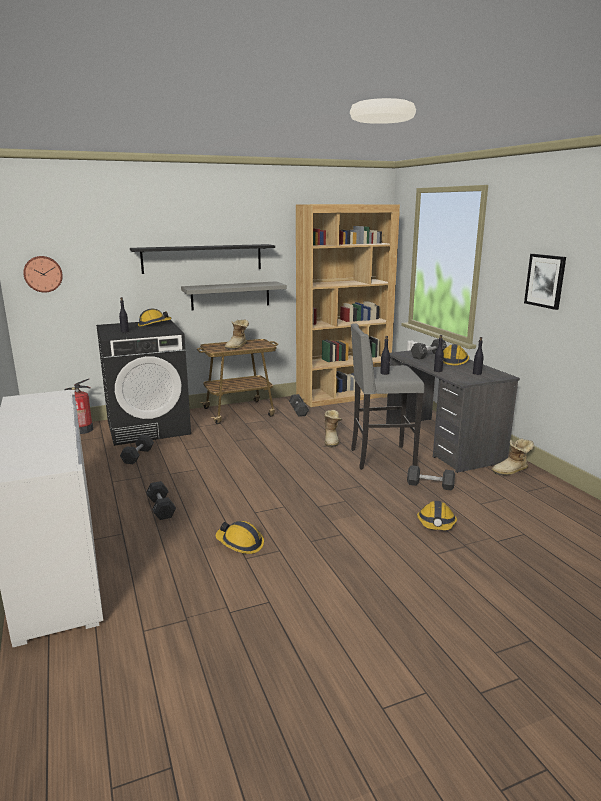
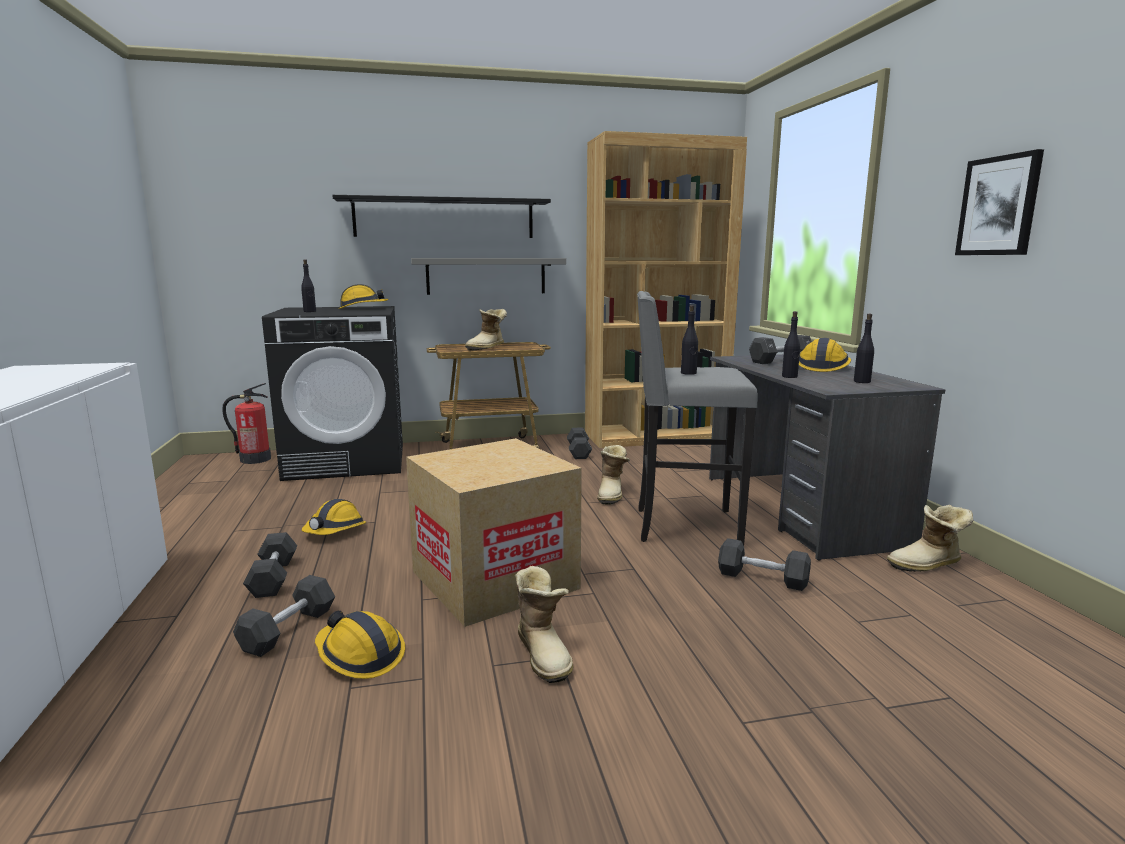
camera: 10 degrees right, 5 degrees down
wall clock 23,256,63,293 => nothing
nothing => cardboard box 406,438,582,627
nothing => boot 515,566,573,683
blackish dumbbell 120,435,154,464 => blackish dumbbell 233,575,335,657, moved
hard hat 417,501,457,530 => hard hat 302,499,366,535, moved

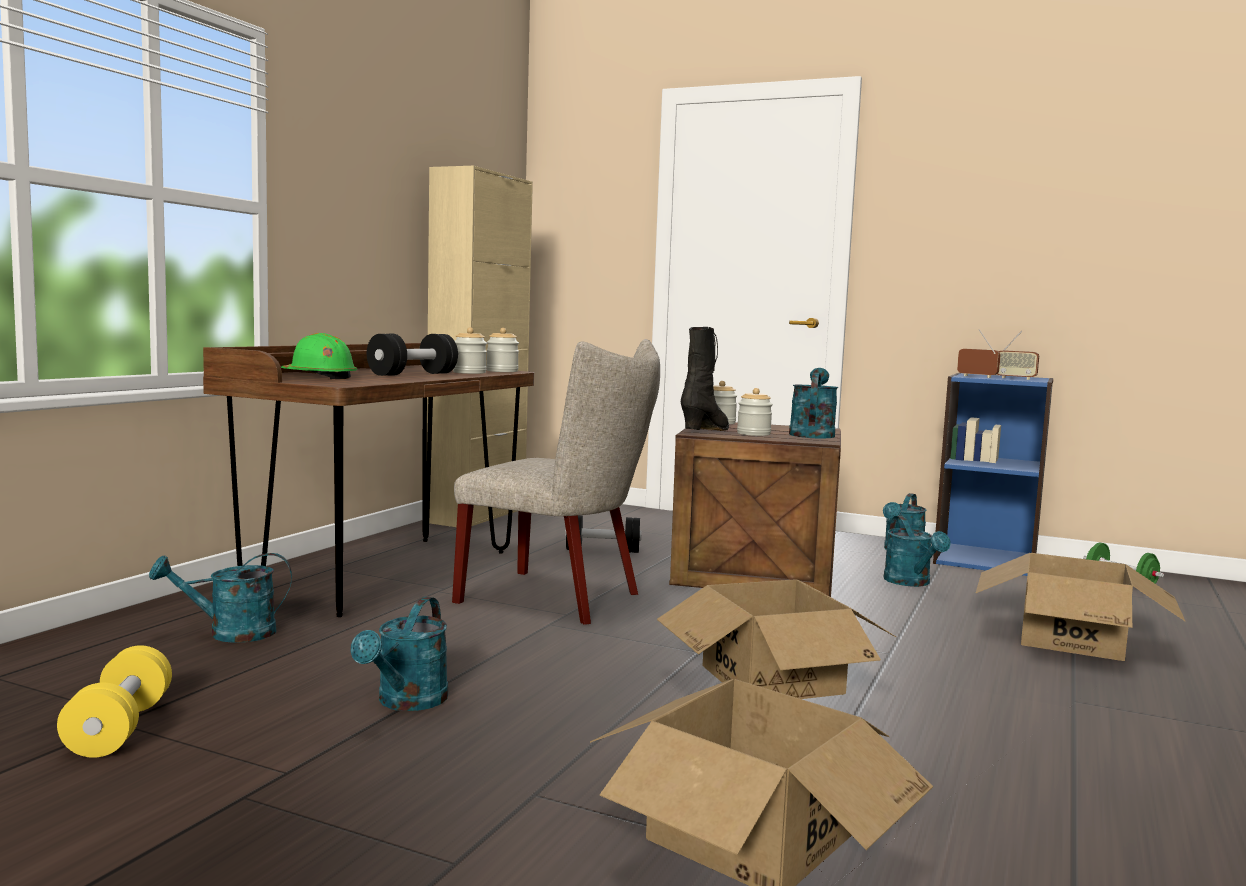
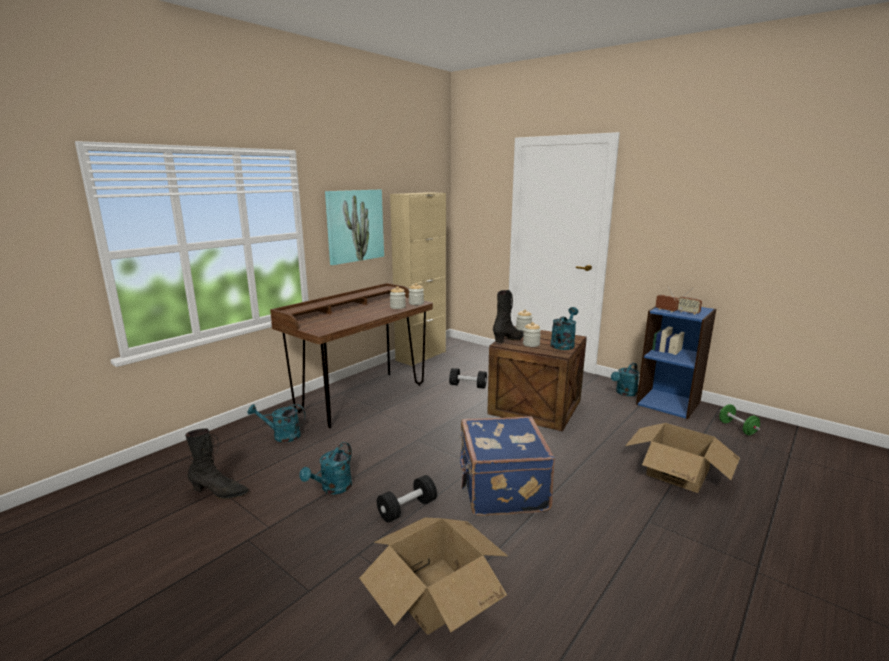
camera: 15 degrees right, 10 degrees up
greenish hard hat 281,333,357,379 => nothing
beige upright chair 452,339,660,625 => nothing
turquoise-coloured watering pot 884,516,951,587 => nothing
nothing => picture 325,190,384,265
blackish dumbbell 367,334,458,376 => blackish dumbbell 377,475,437,523, moved
yellow dumbbell 57,645,172,758 => blackish boot 185,428,249,499
cardboard box 657,579,896,699 => bluish suitcase 459,416,555,516

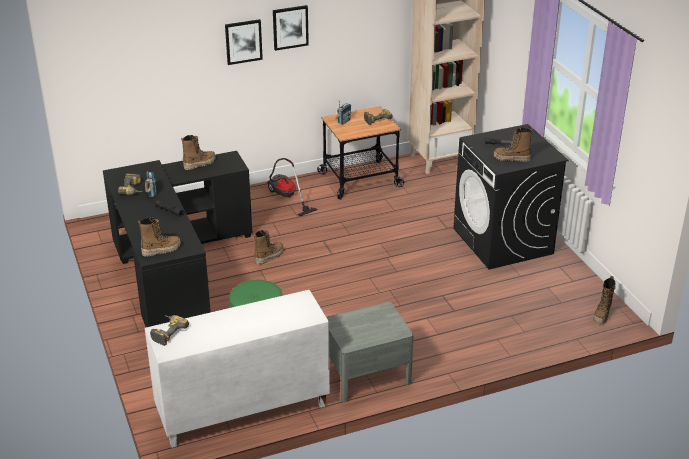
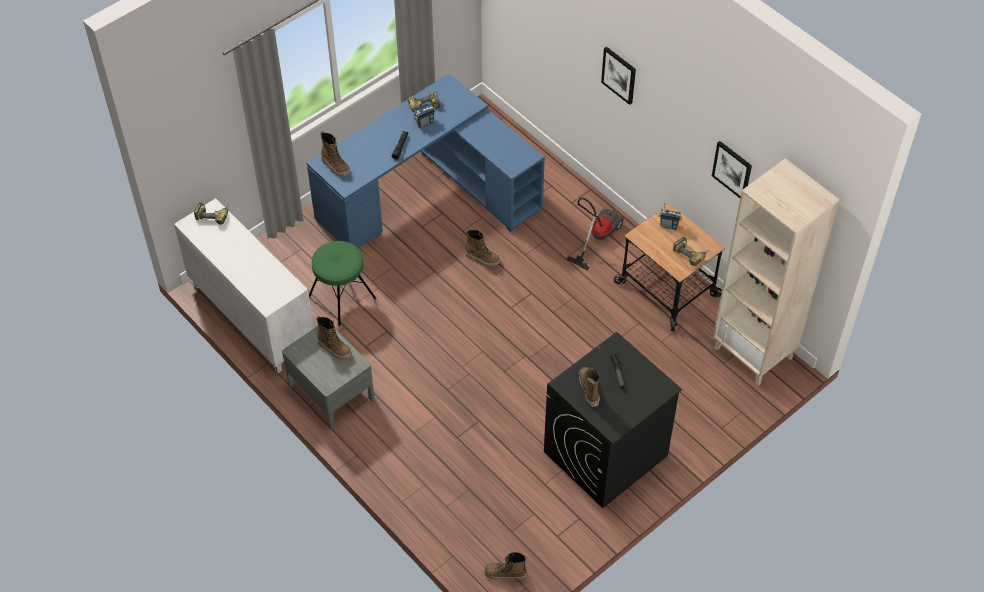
camera: 70 degrees right, 20 degrees up
boot 181,135,216,170 => boot 316,315,352,360, moved
picture 273,5,309,51 => picture 712,141,752,198, moved
blackish desk unit 103,151,252,327 => bluish desk unit 307,73,545,248

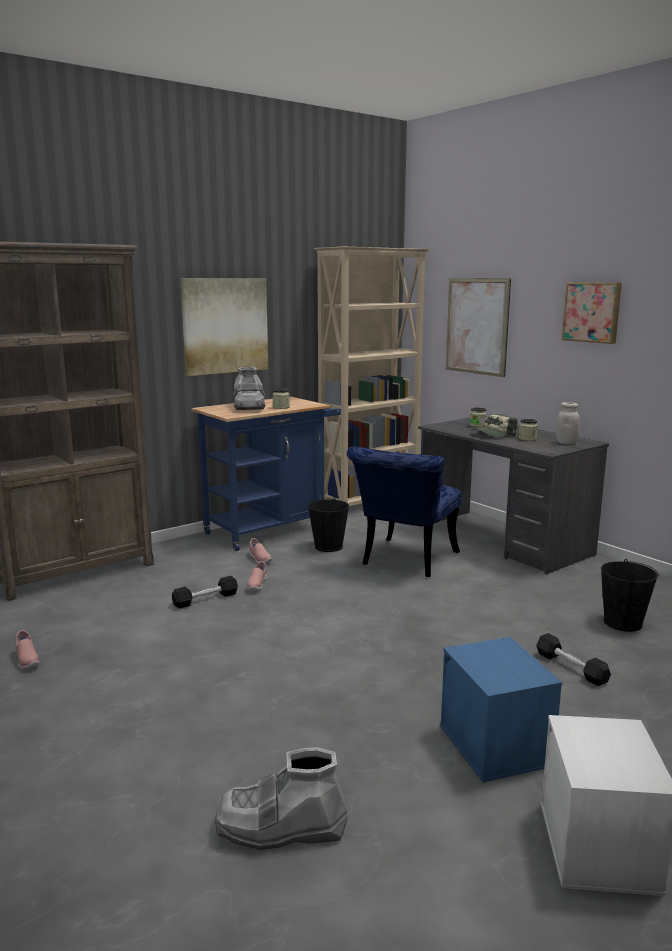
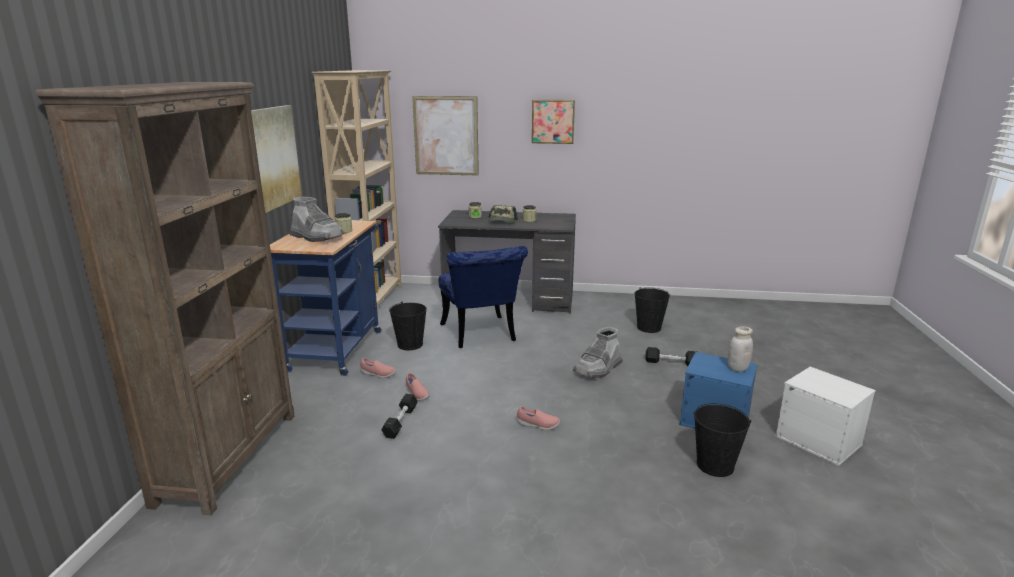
camera: 45 degrees left, 5 degrees up
nothing => blackish bucket 694,403,751,477
pinkish shoe 15,630,40,669 => pinkish shoe 517,406,560,430, moved
grey boot 215,747,348,850 => grey boot 573,327,623,378, moved
whitish preserve jar 556,402,579,444 => whitish preserve jar 728,326,753,372, moved

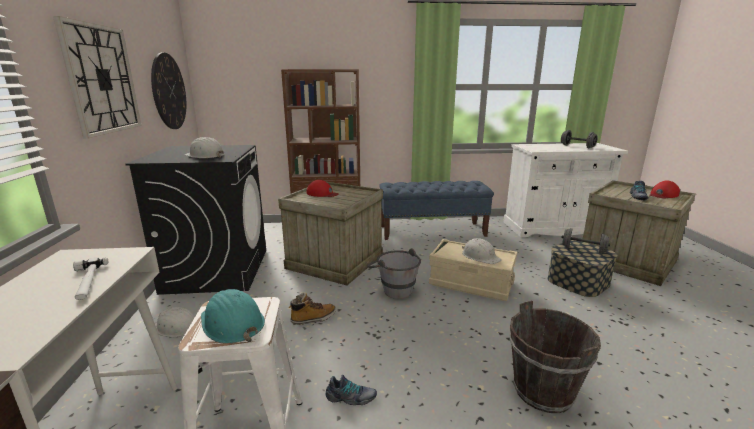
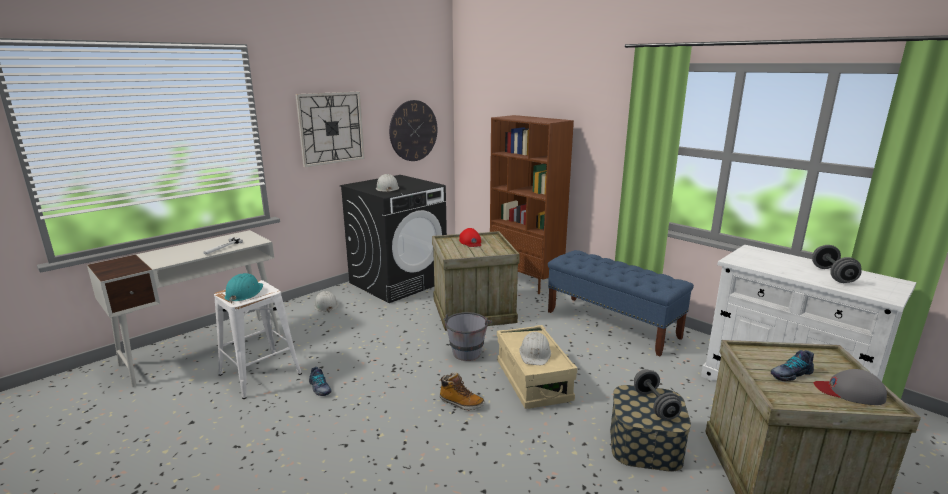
camera: 50 degrees right, 0 degrees up
brownish bucket 509,300,601,413 => nothing
boot 288,292,336,325 => boot 440,372,485,411, moved
reddish cap 649,180,680,199 => grey cap 814,369,887,405

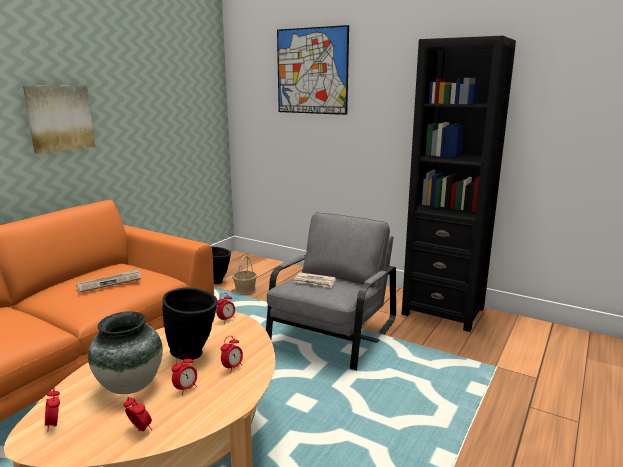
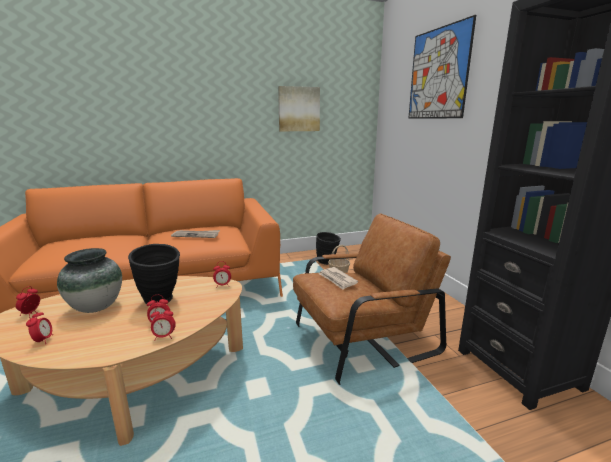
camera: 40 degrees right, 0 degrees up
picture 23,85,95,154 => picture 278,86,320,131, moved
alarm clock 172,355,197,395 => alarm clock 150,306,176,341, moved
grey easy chair 266,212,396,370 => brownish easy chair 293,213,451,385

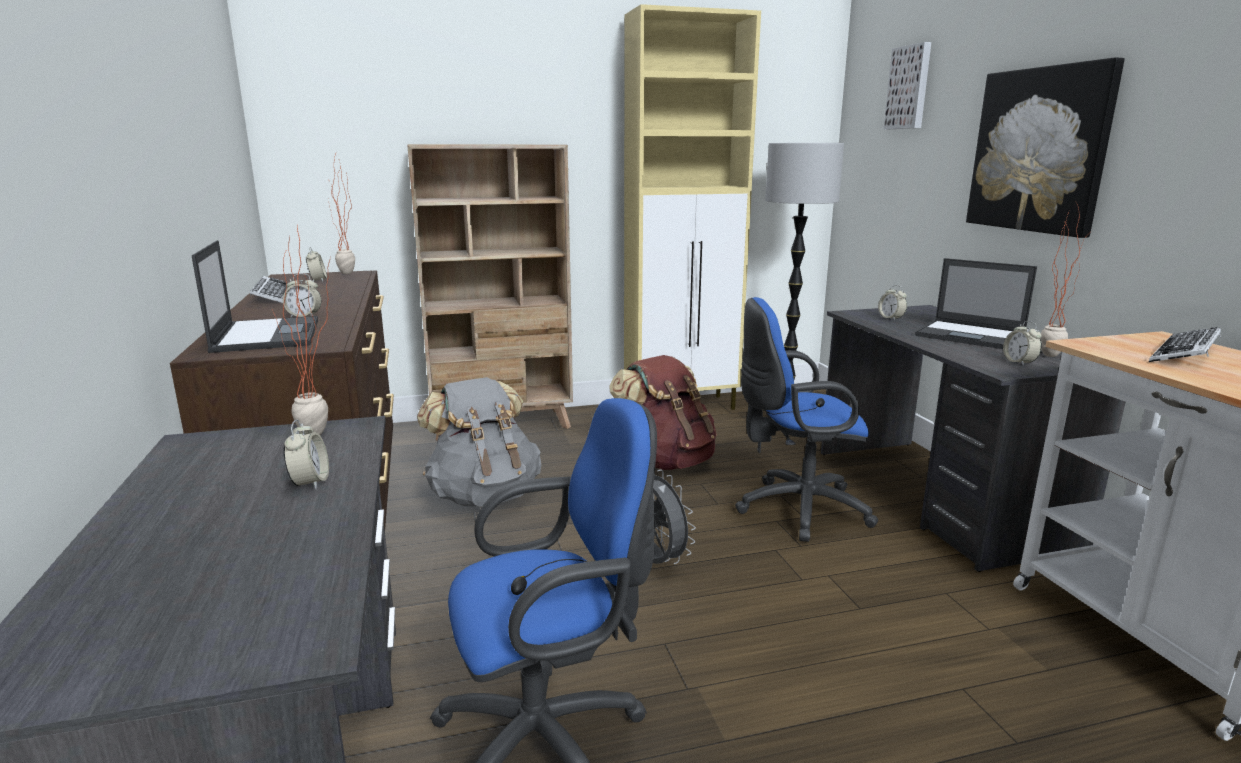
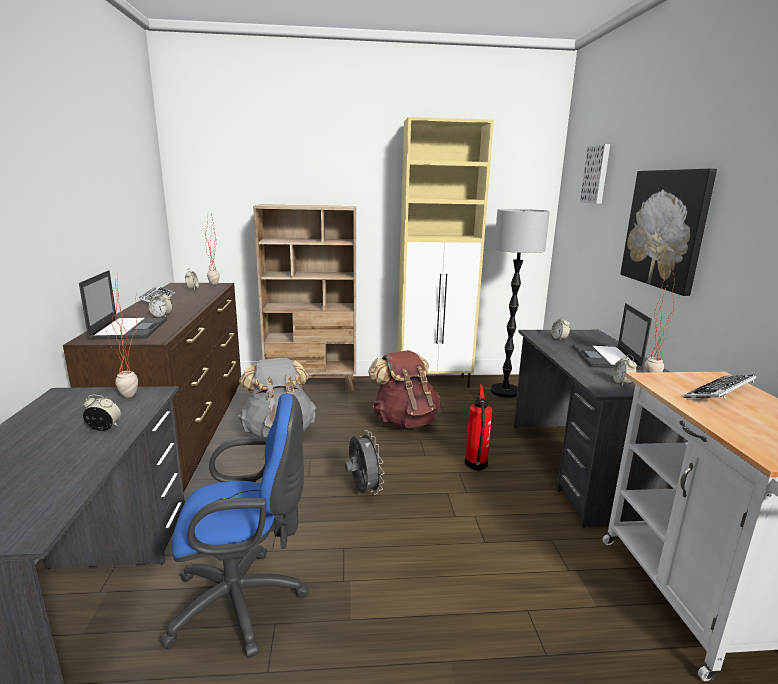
camera: 10 degrees right, 0 degrees up
bluish office chair 735,297,878,542 => extinguisher 465,384,492,470
alarm clock 283,419,329,490 => alarm clock 83,395,121,431, 90 degrees counterclockwise
portable computer 915,258,1037,349 => portable computer 573,303,652,370, 45 degrees clockwise

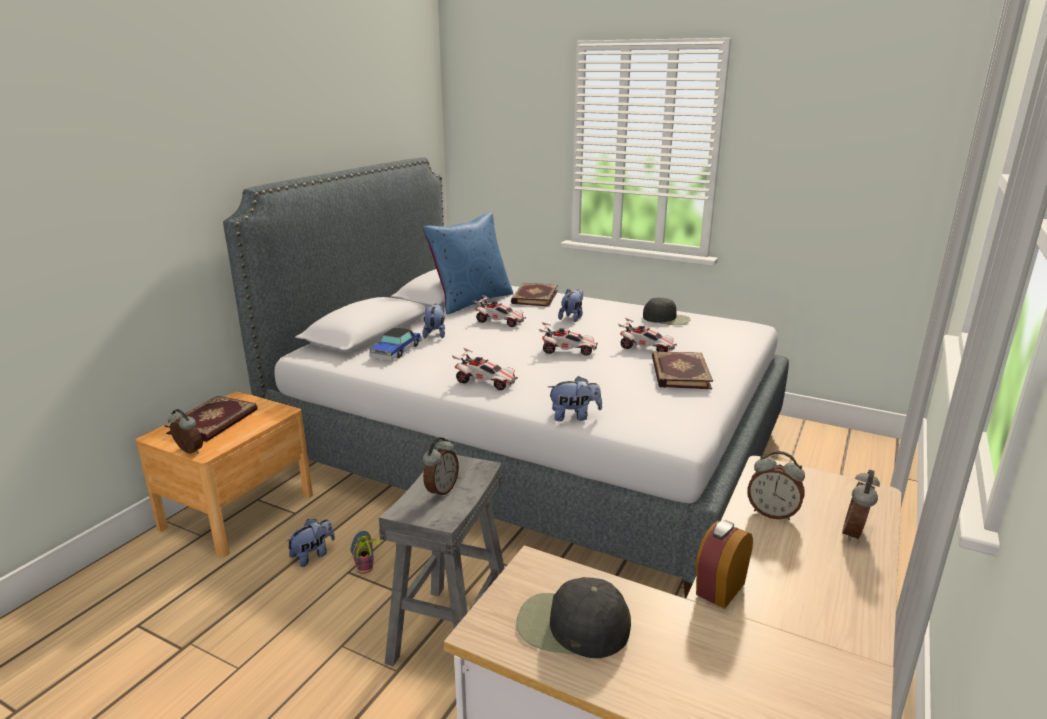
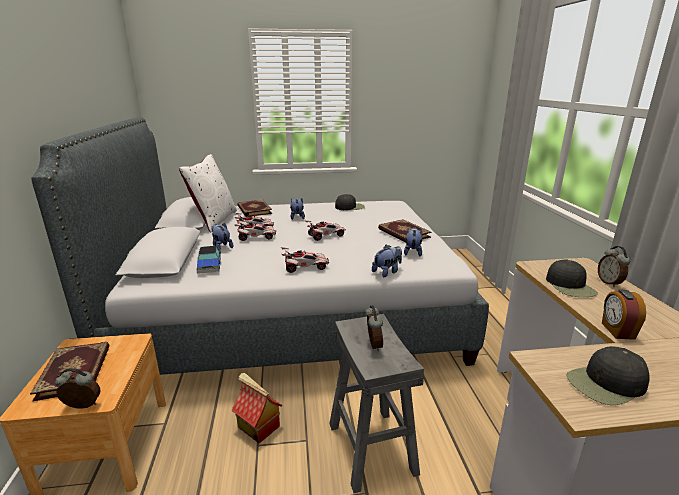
camera: 35 degrees left, 0 degrees up
plush toy 287,519,335,567 => plush toy 404,227,422,256, moved
toy car 618,318,677,352 => toy car 234,220,276,241, moved
shoe 350,531,380,574 => toy house 231,373,283,443
alarm clock 747,451,805,521 => blackish cap 546,259,598,297
bluish pillow 423,213,513,315 => whitish pillow 179,154,237,233

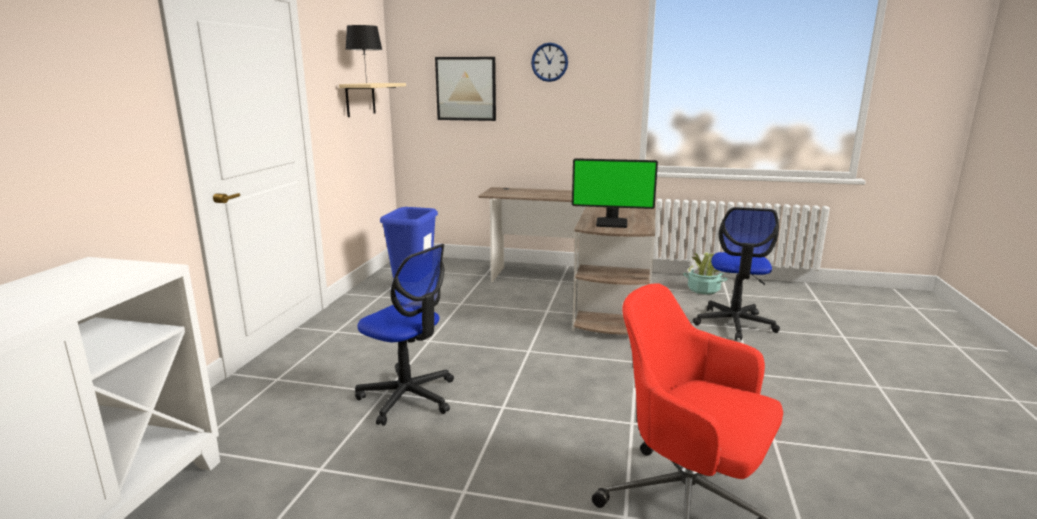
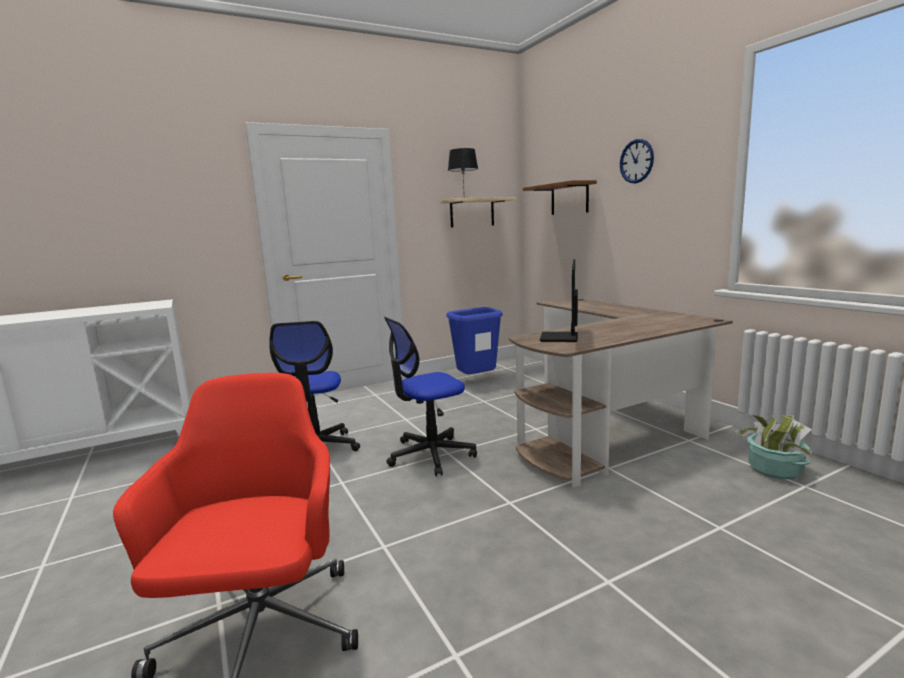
camera: 50 degrees right, 5 degrees down
office chair 692,207,780,340 => office chair 384,317,477,476, moved
picture 435,57,496,121 => brownish wall shelf 523,180,597,215
computer display 572,158,658,228 => computer display 540,259,578,342, 45 degrees clockwise

